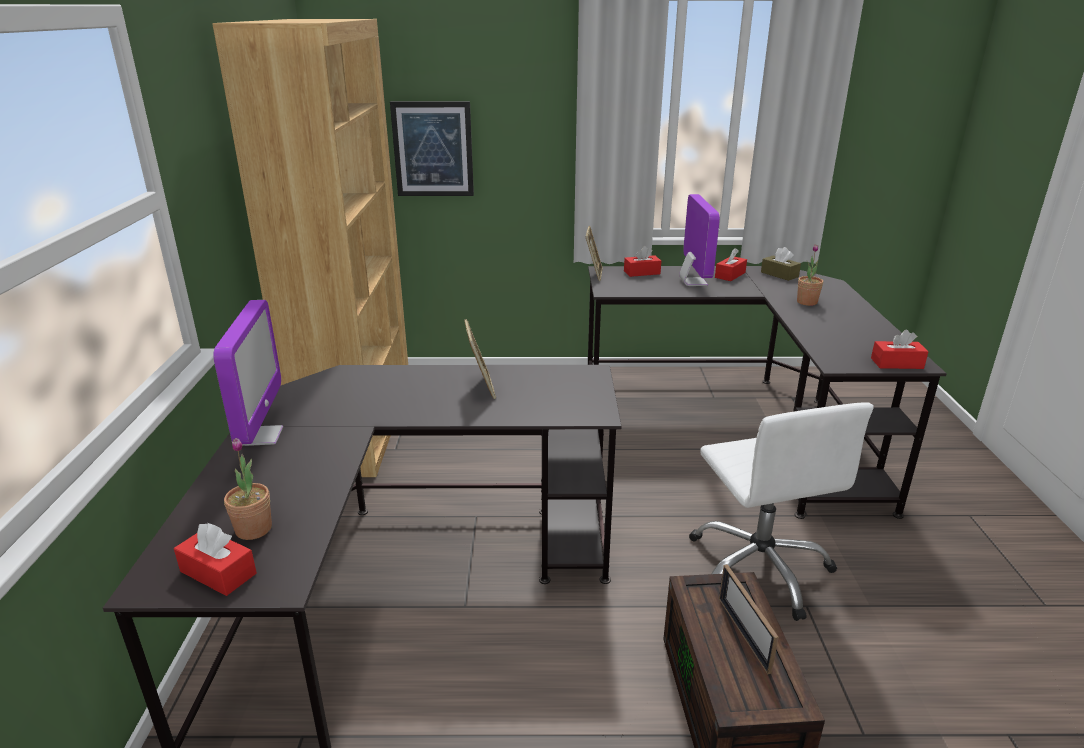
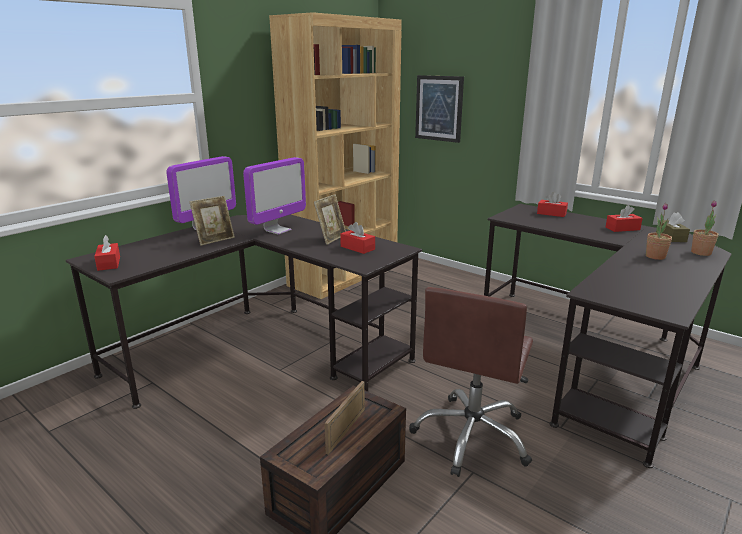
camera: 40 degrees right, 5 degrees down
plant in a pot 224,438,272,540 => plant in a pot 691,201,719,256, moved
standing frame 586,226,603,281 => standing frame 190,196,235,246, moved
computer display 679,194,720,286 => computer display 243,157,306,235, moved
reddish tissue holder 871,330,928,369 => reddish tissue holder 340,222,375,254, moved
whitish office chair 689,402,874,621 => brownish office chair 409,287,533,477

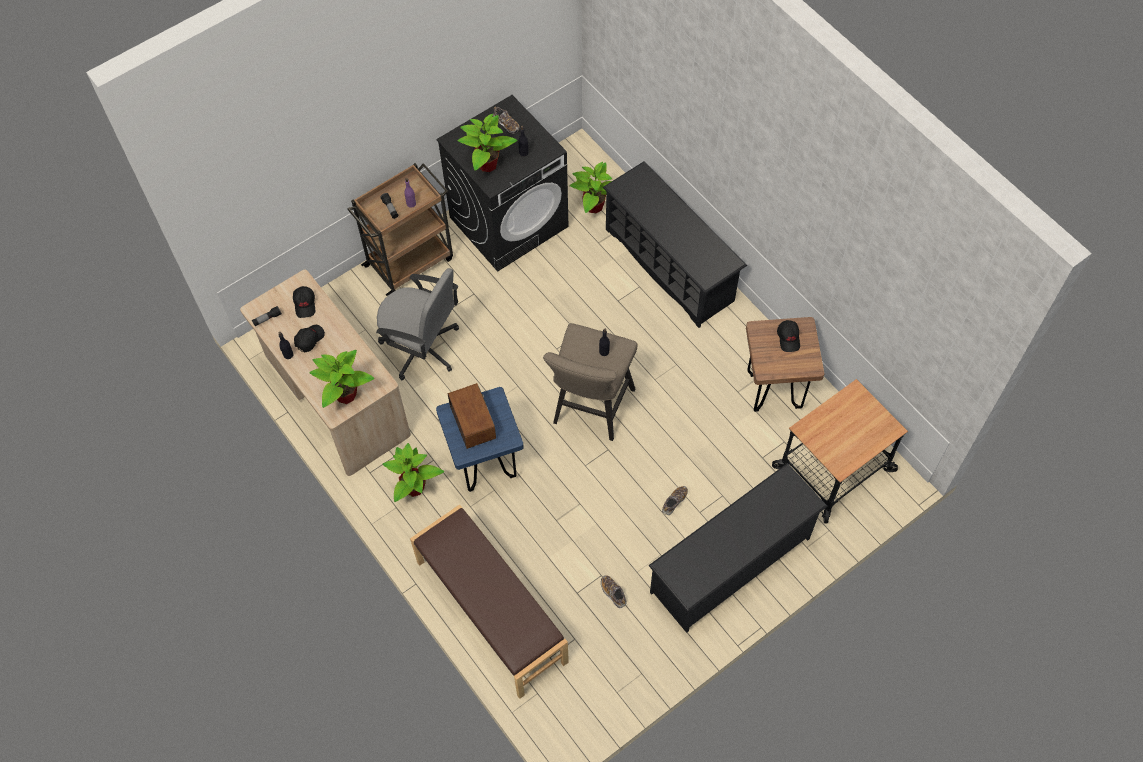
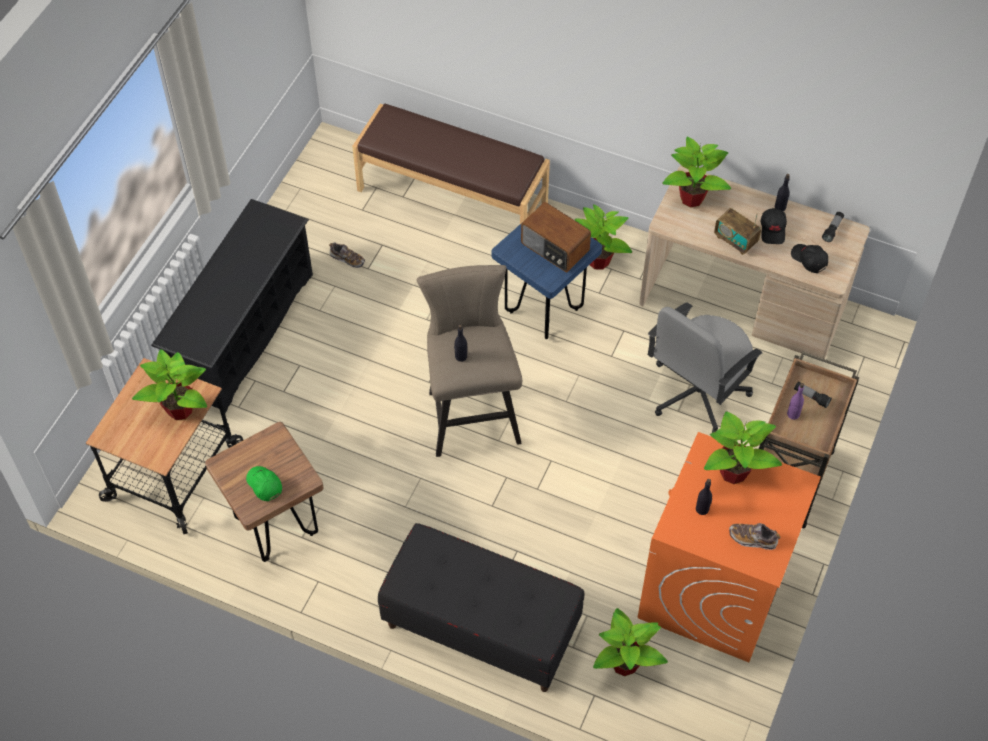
camera: 150 degrees right, 5 degrees down
shoe 662,486,688,515 => nothing
nothing => plant in a pot 132,349,207,420
nothing => radio set 714,208,761,255
blackish shoe shelf 603,161,747,328 => blackish long seat 378,523,584,692
blackish laundry machine 436,95,569,272 => orange laundry machine 638,432,821,662
blackish cap 777,320,800,352 => greenish cap 246,466,282,501
grey office chair 376,268,459,380 => grey office chair 648,303,762,433, 45 degrees counterclockwise

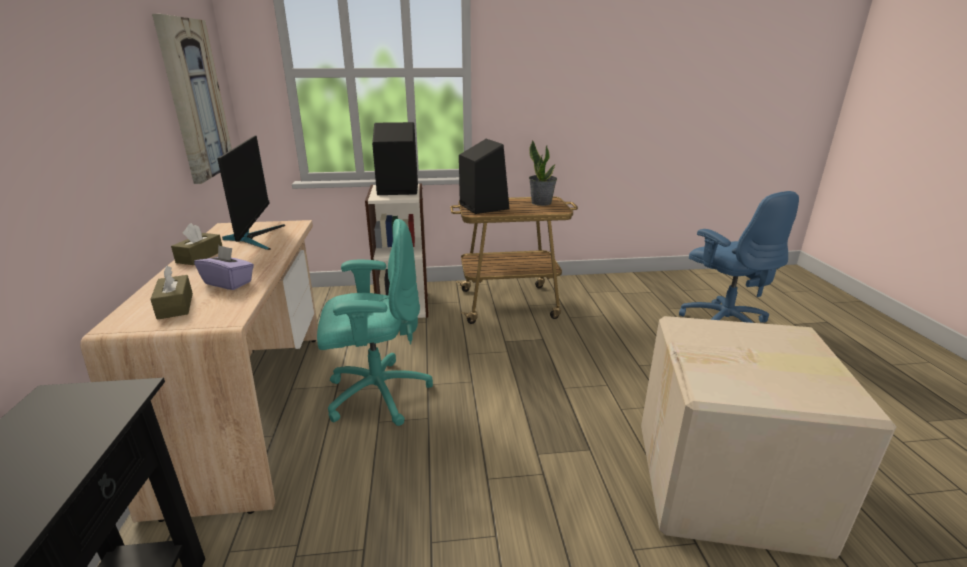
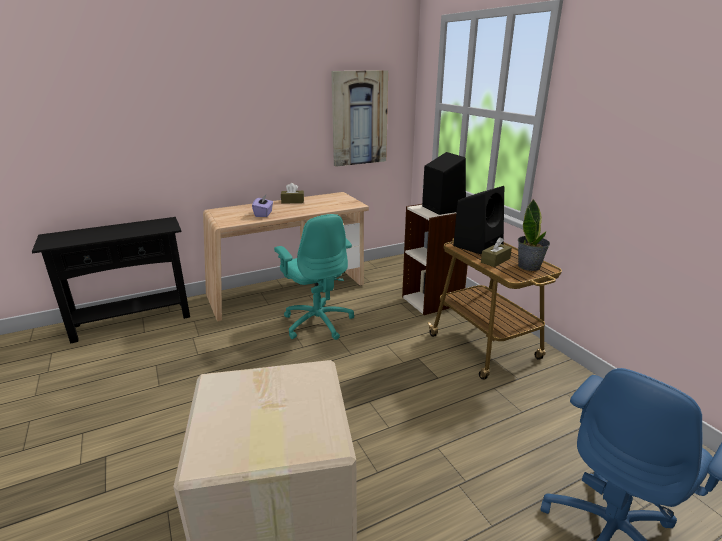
camera: 70 degrees right, 0 degrees up
computer display 217,135,285,250 => nothing
brownish tissue holder 150,266,193,320 => brownish tissue holder 481,237,512,267, moved

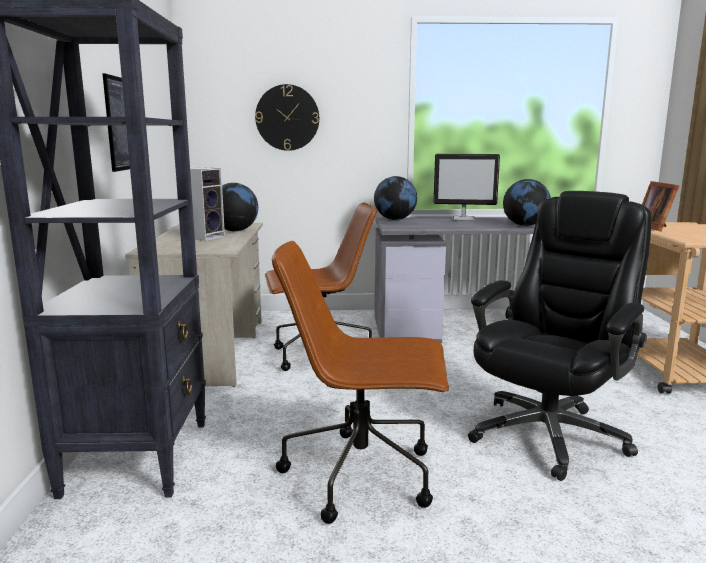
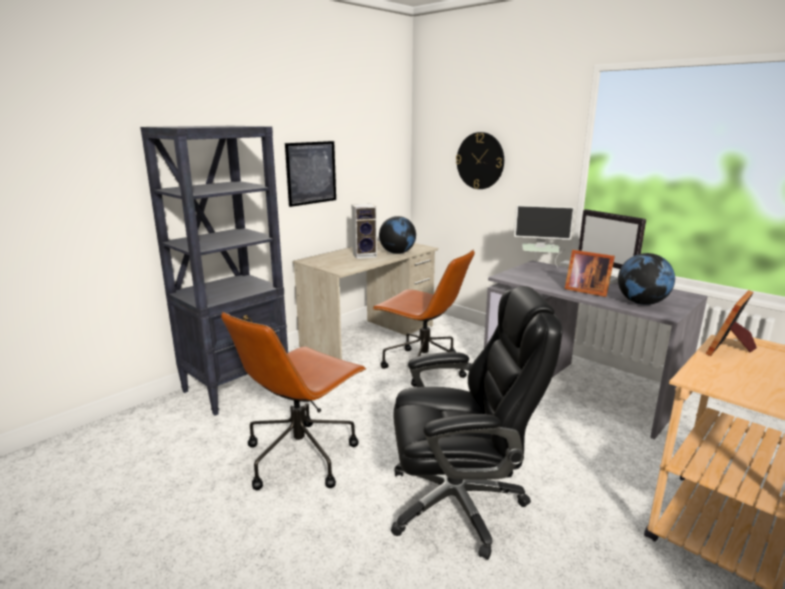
camera: 45 degrees right, 5 degrees up
nothing => standing frame 565,250,615,297
world globe 374,176,417,220 => computer display 514,205,575,268
brownish office chair 272,241,449,524 => brownish office chair 221,312,367,490, 105 degrees counterclockwise

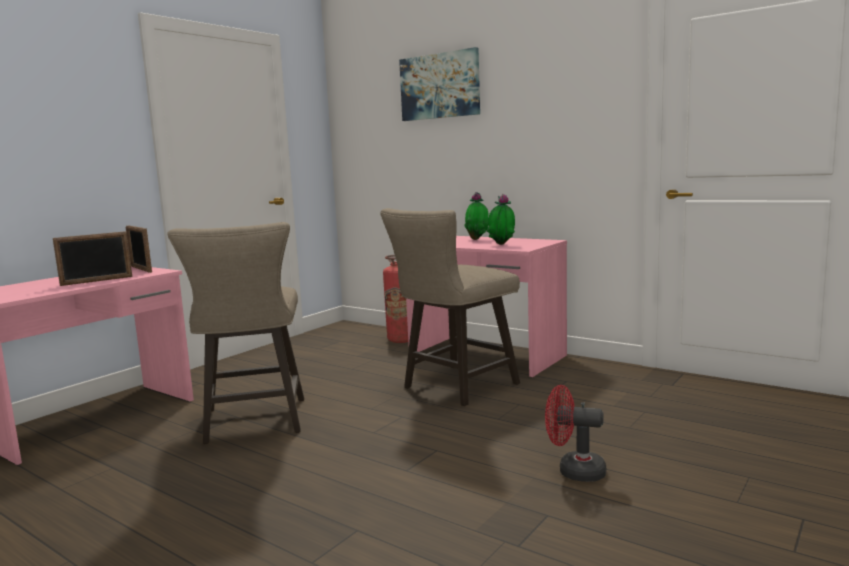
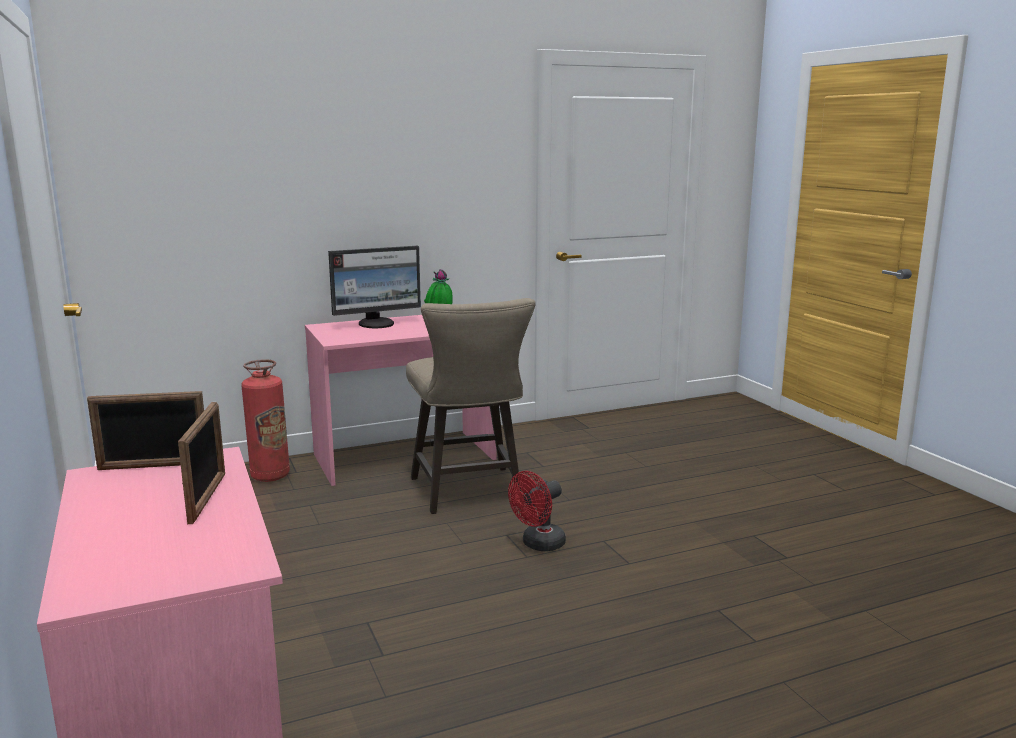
camera: 60 degrees left, 5 degrees up
beige stool 167,222,304,444 => nothing
picture 399,47,480,121 => nothing
reddish electric fan 545,385,606,482 => reddish electric fan 508,471,566,551, moved
plant in a pot 465,192,489,240 => computer display 328,246,421,328

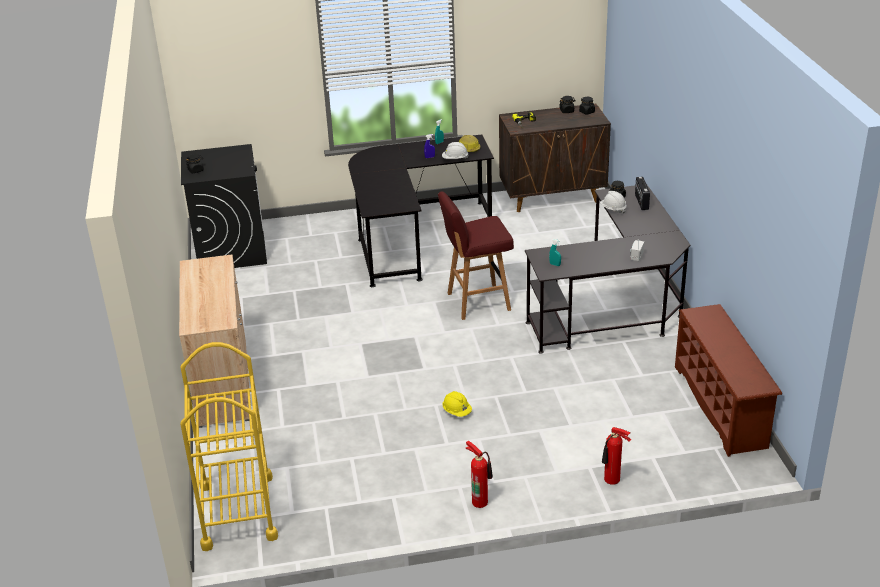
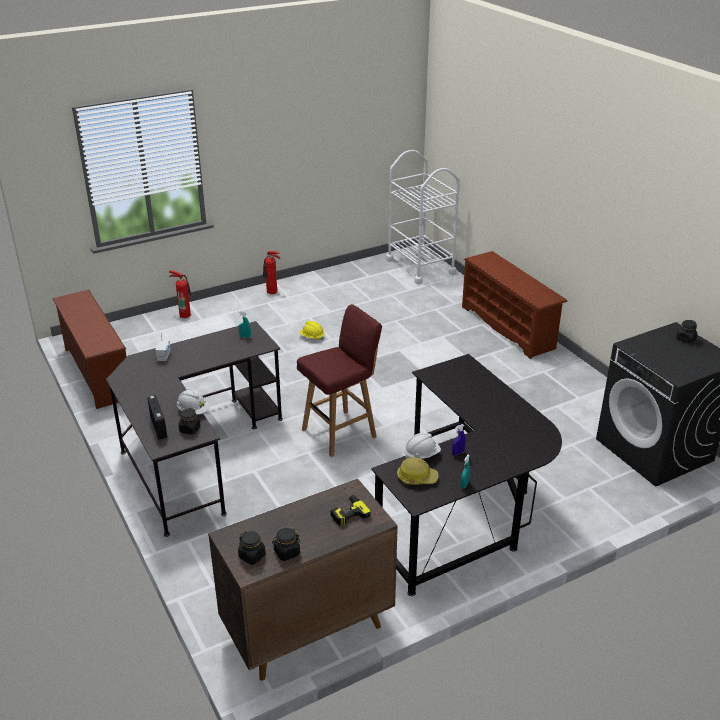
camera: 160 degrees right, 0 degrees up
beige storage cabinet 179,255,249,428 => brownish shoe shelf 462,251,567,359
yellow cart 180,342,278,551 => whitish cart 386,150,460,284

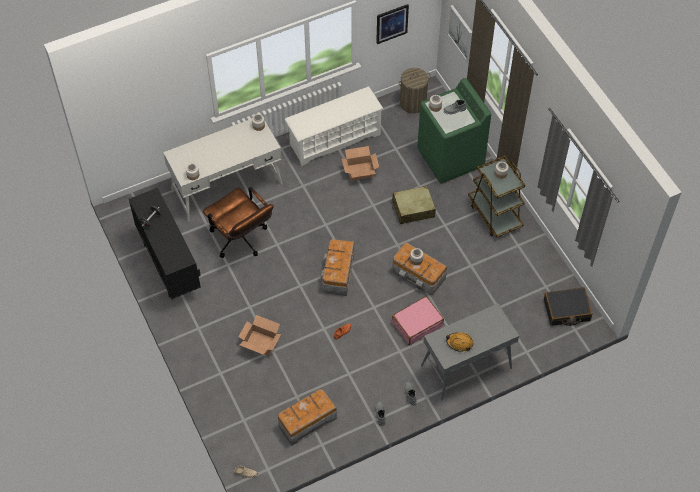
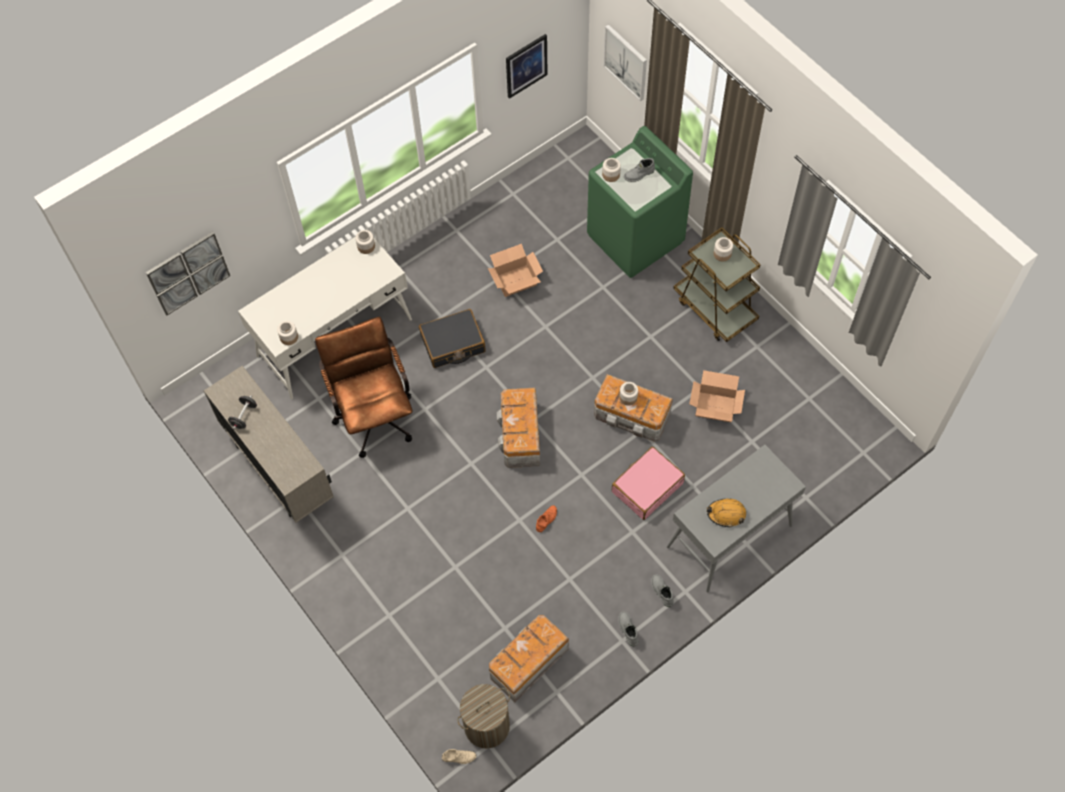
camera: 10 degrees left, 5 degrees up
whitish shoe shelf 285,86,384,166 => nothing
beige suitcase 392,186,436,224 => nothing
nothing => picture 146,231,230,315
cardboard box 238,315,281,356 => cardboard box 689,370,745,422, moved
hamper 398,68,431,113 => hamper 457,684,510,748, moved
blackish suitcase 544,287,593,326 => blackish suitcase 419,309,486,368, moved
blackish storage cabinet 129,188,201,299 => beige storage cabinet 204,366,334,523
brownish office chair 203,187,274,258 => brownish office chair 315,317,413,458, 150 degrees counterclockwise

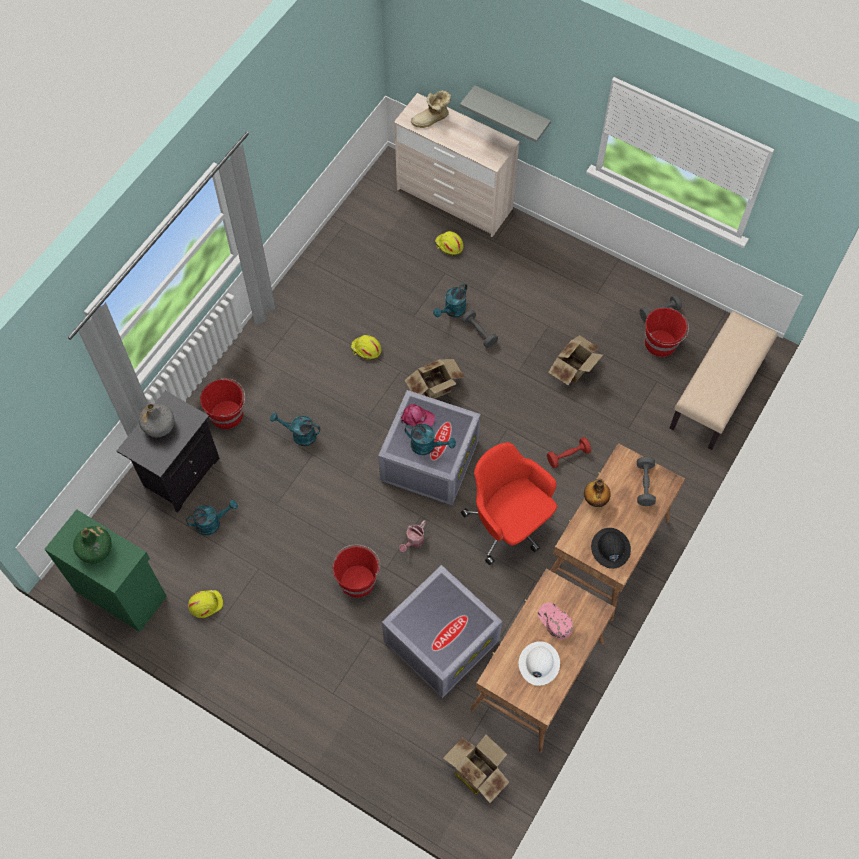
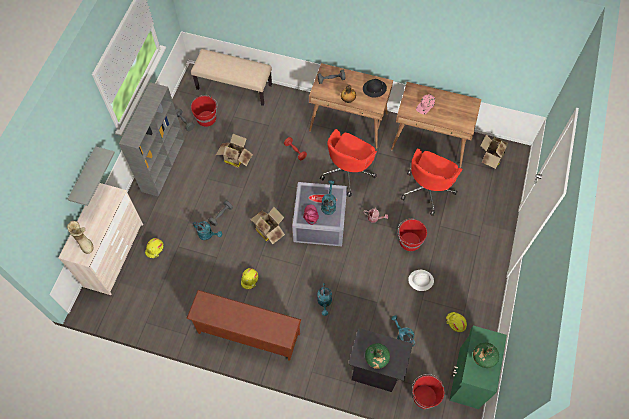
camera: 105 degrees left, 0 degrees up
nothing => grey bookshelf 119,82,184,197
nothing => brownish shoe shelf 186,290,301,361
reddish bucket 200,378,245,429 => reddish bucket 412,374,444,409, moved
whitish hard hat 519,641,560,686 => whitish hard hat 408,270,434,291, moved
grey storage bin 382,565,502,698 => reddish office chair 401,148,463,216
grey bottle 139,403,174,437 => greenish bottle 365,343,390,369

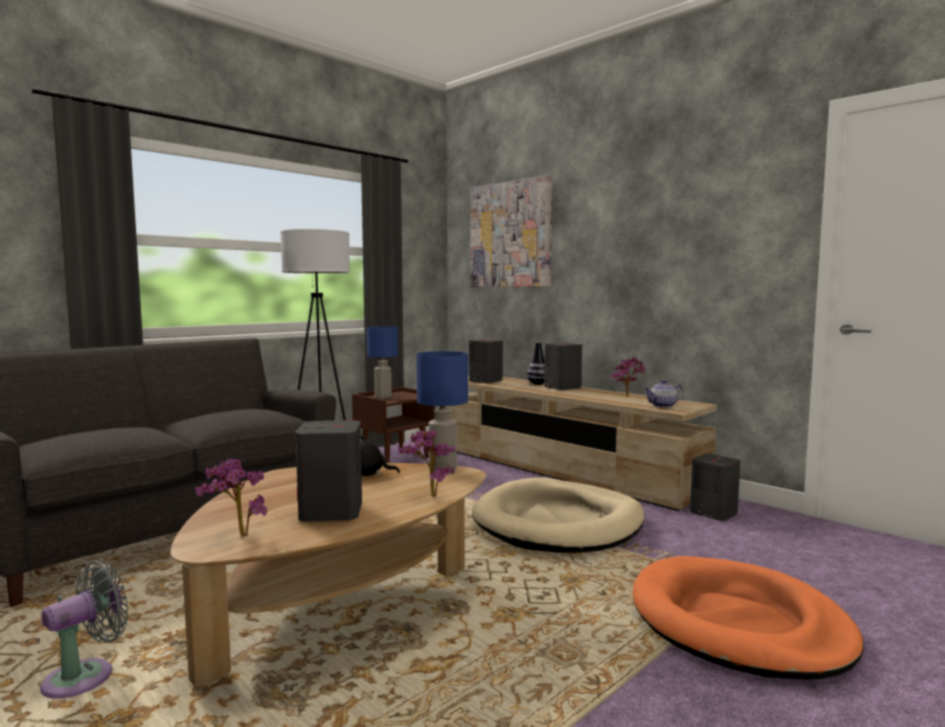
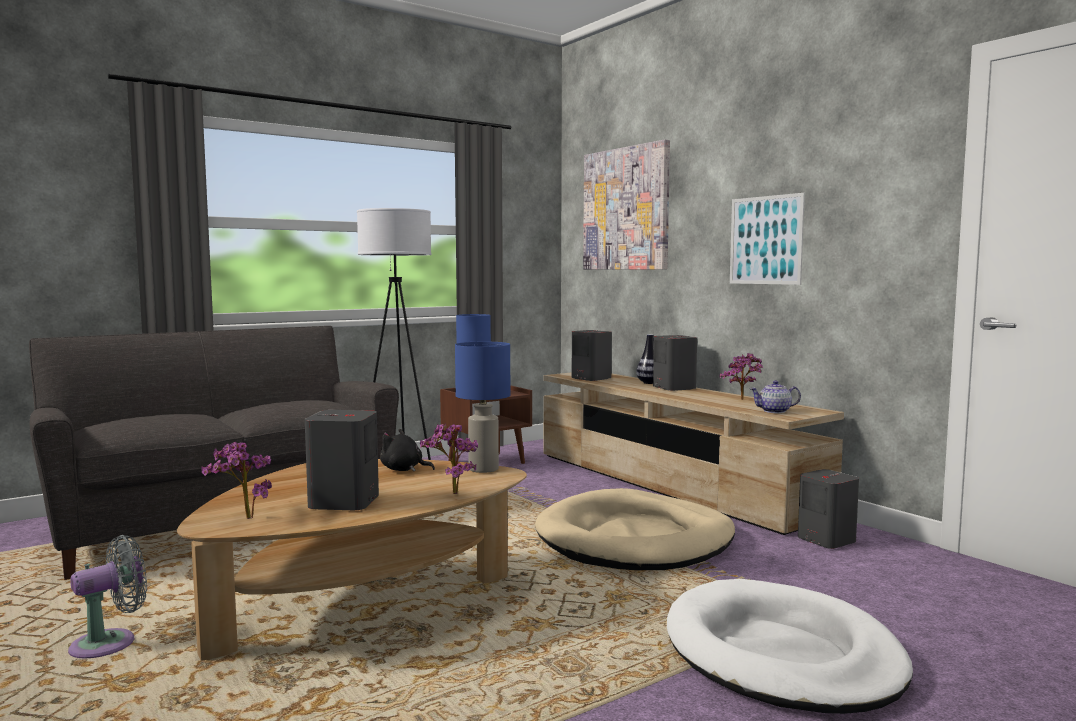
camera: 10 degrees right, 0 degrees up
nothing => picture 730,193,805,285
orange dog cushion 633,556,864,680 => whitish dog cushion 667,579,913,714

